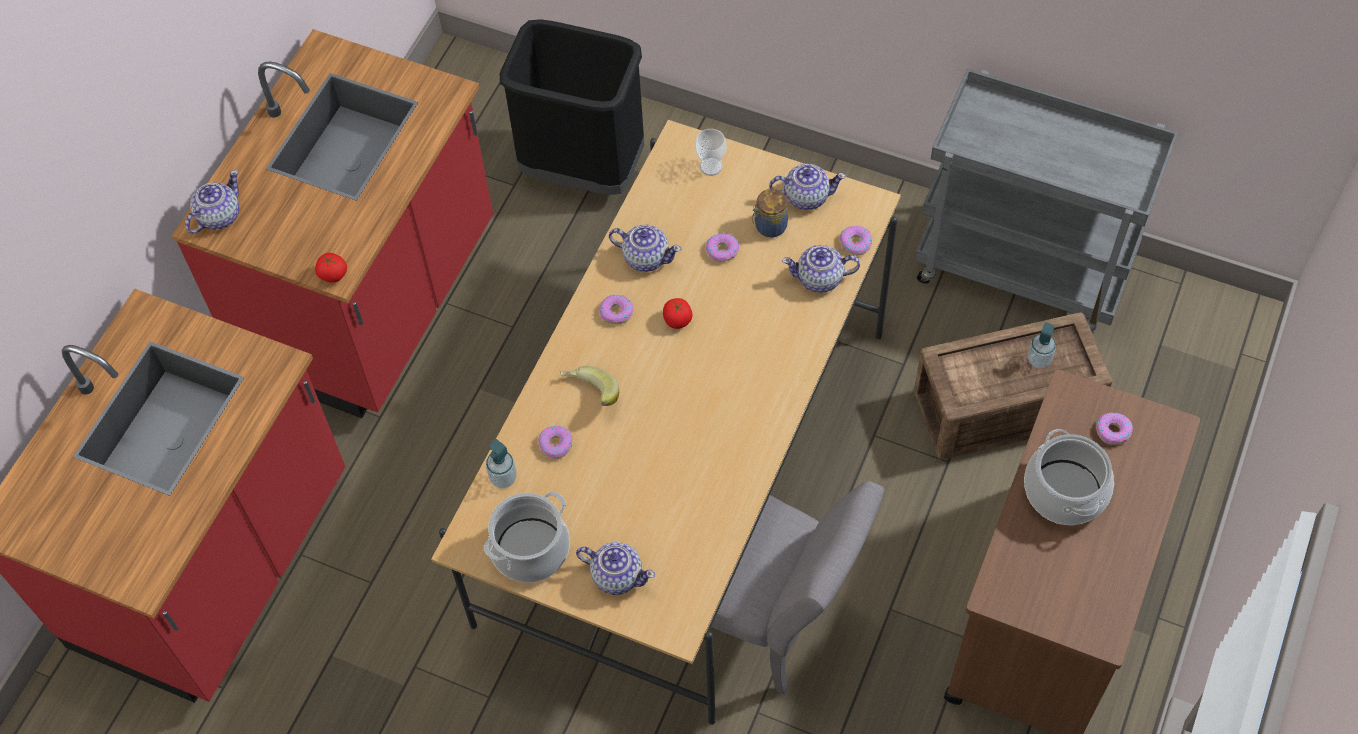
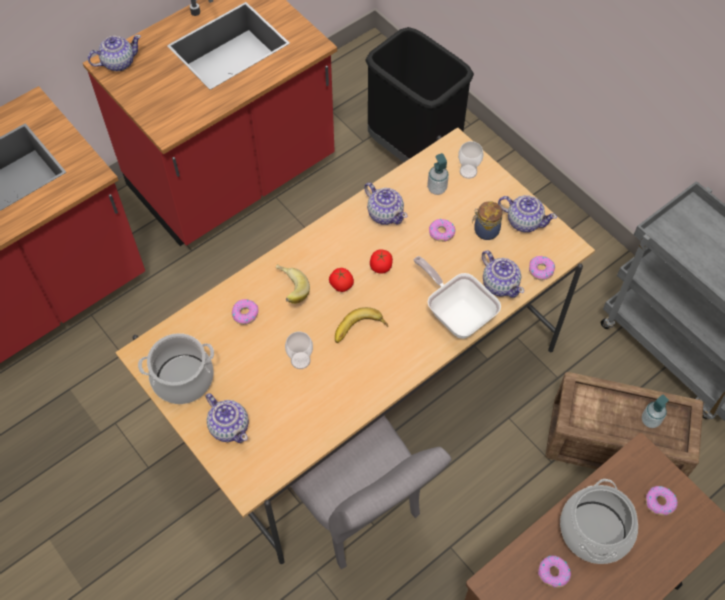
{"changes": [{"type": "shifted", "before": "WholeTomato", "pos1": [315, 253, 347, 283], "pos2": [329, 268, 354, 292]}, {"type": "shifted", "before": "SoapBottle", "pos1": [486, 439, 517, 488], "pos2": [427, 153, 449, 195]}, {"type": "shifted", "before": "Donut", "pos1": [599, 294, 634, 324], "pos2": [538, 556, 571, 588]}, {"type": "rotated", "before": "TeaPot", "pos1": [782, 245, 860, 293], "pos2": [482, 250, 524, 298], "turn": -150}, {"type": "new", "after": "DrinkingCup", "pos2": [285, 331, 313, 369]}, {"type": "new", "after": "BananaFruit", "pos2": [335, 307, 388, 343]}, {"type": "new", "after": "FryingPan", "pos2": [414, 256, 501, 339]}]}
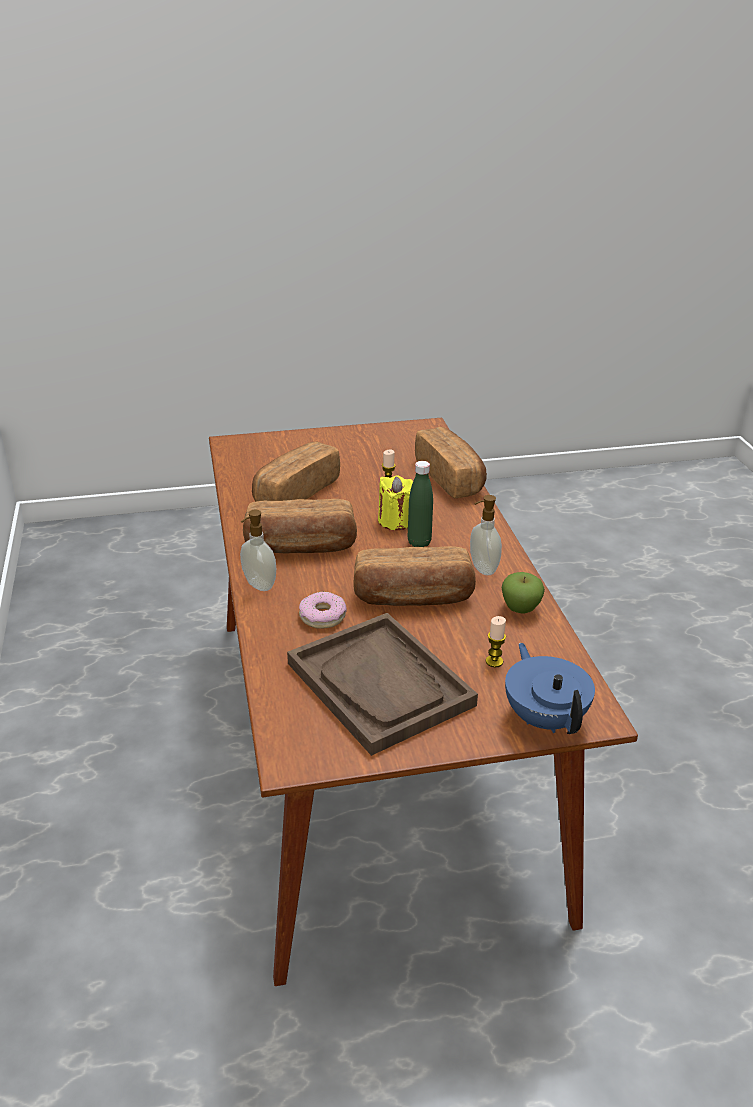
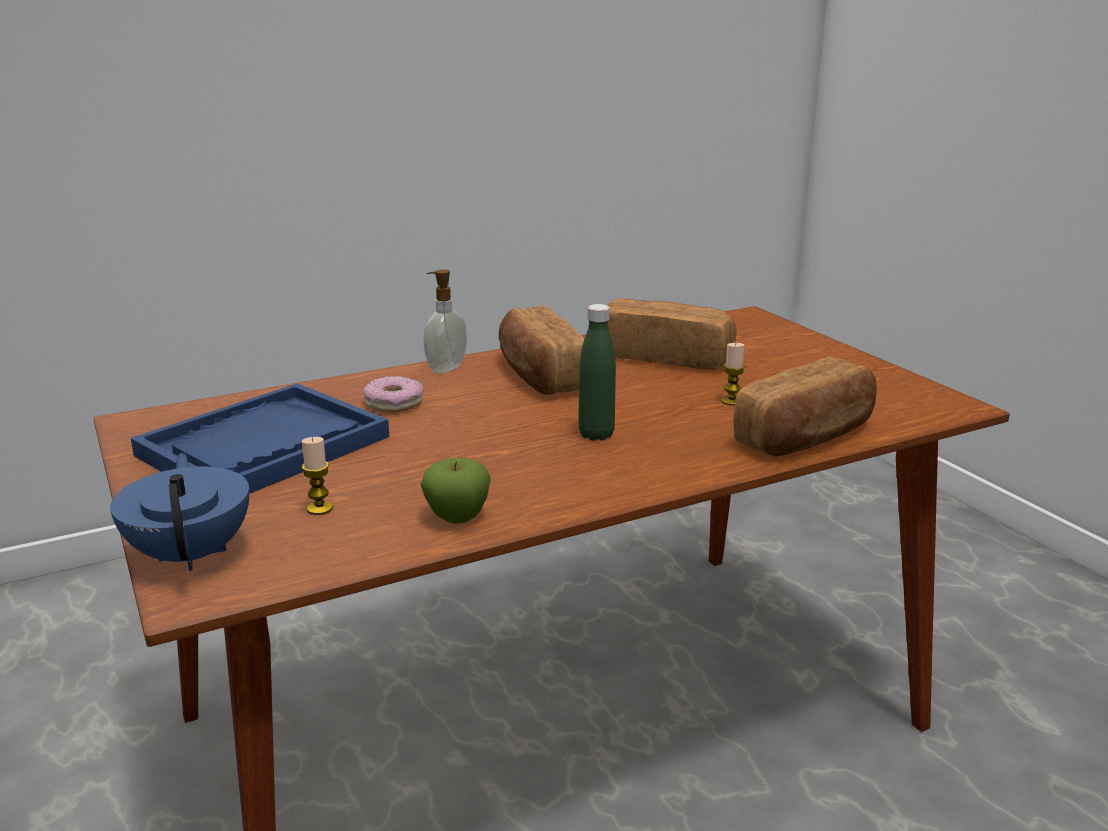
{"changes": [{"type": "repainted", "before": "BrownColouredTray", "after": "BlueTray", "pos1": [287, 613, 478, 756], "pos2": [131, 383, 389, 494]}, {"type": "gone", "before": "Bread", "pos1": [353, 546, 476, 606]}, {"type": "gone", "before": "YellowishWaxCandle", "pos1": [378, 475, 413, 530]}, {"type": "gone", "before": "SoapBottle", "pos1": [470, 495, 502, 575]}, {"type": "rotated", "before": "BlueTeaPot", "pos1": [505, 643, 595, 734], "pos2": [110, 453, 249, 571], "turn": -75}]}
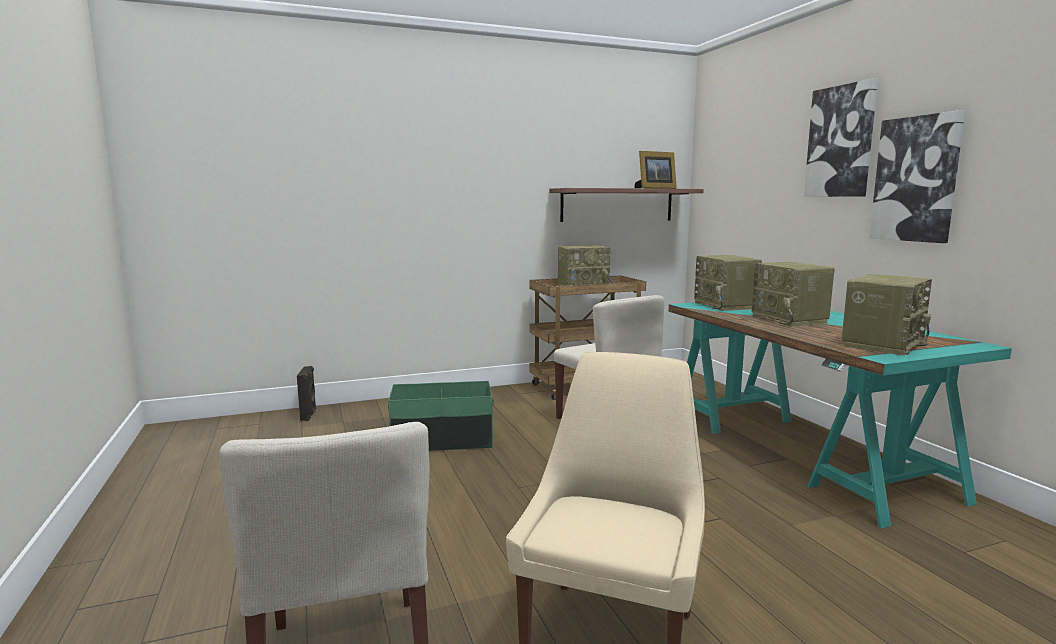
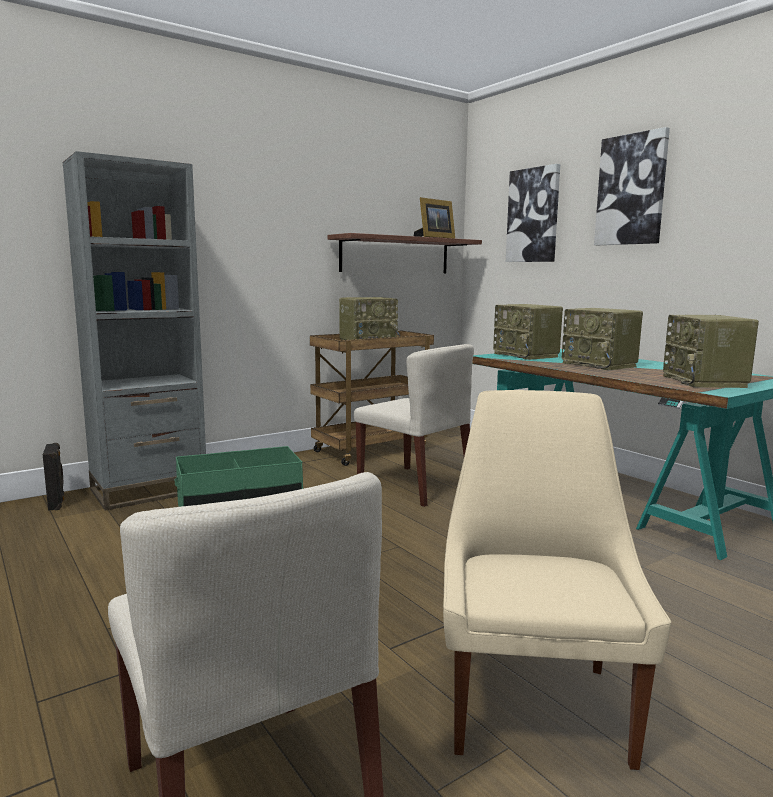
{"changes": [{"type": "rotated", "before": "RadioSet", "pos1": [842, 274, 932, 356], "pos2": [663, 315, 759, 388], "turn": 150}, {"type": "shifted", "before": "Picture", "pos1": [869, 110, 965, 243], "pos2": [506, 164, 560, 262]}, {"type": "new", "after": "GreyBookcase", "pos2": [63, 151, 206, 511]}]}
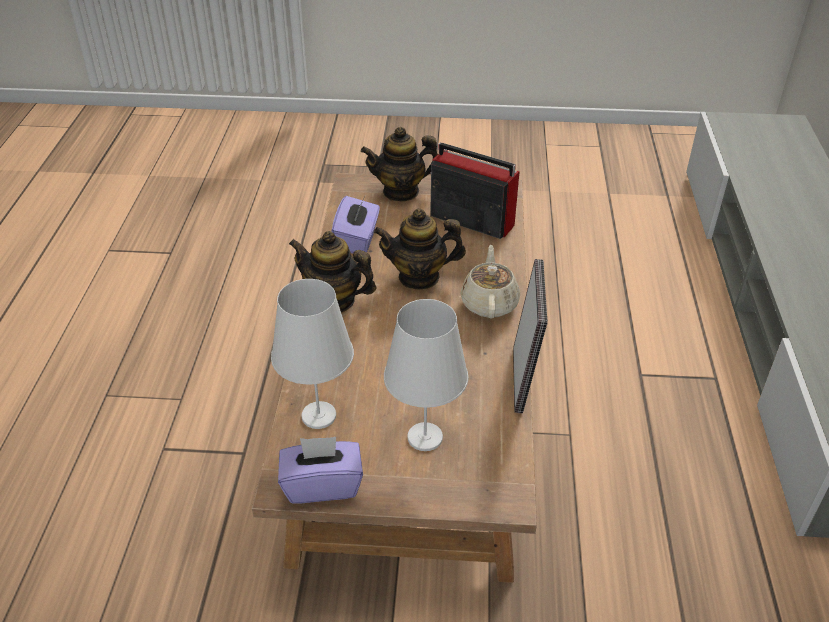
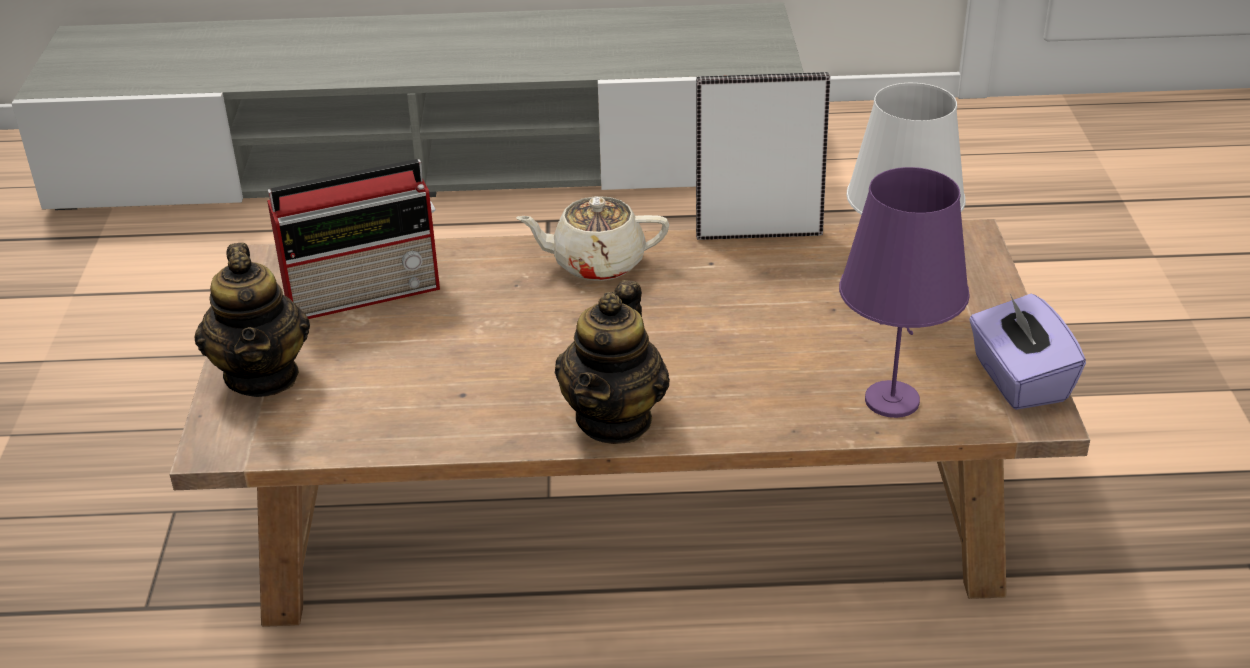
{"changes": [{"type": "repainted", "before": "WhiteTabletopLamp", "after": "PurpleTabletopLamp", "pos1": [271, 279, 354, 429], "pos2": [839, 167, 970, 418]}, {"type": "gone", "before": "PurpleBoxOfTissues", "pos1": [332, 196, 380, 253]}, {"type": "gone", "before": "TeaPot", "pos1": [374, 209, 466, 290]}, {"type": "rotated", "before": "RadioSet", "pos1": [430, 142, 519, 239], "pos2": [267, 159, 440, 319], "turn": -135}]}
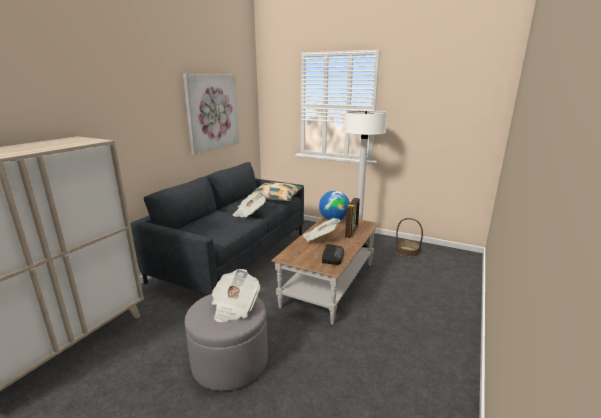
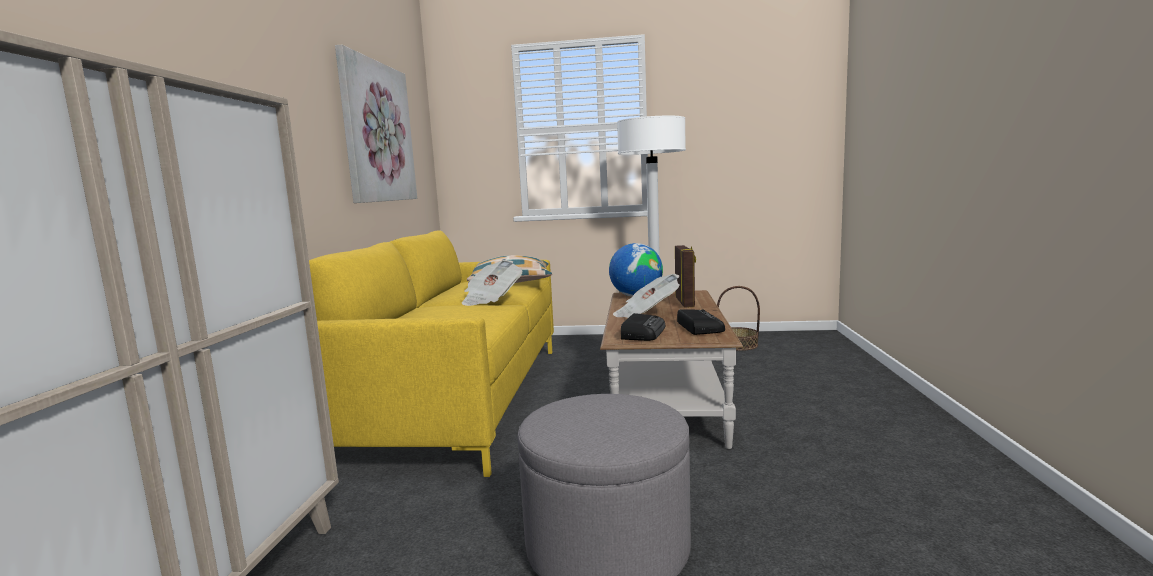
{"changes": [{"type": "repainted", "before": "GreyCouch", "after": "YellowishCouch", "pos1": [130, 162, 304, 295], "pos2": [309, 231, 554, 477]}, {"type": "gone", "before": "DailyPaper", "pos1": [211, 269, 260, 322]}, {"type": "new", "after": "RadioSet", "pos2": [621, 313, 665, 341]}]}
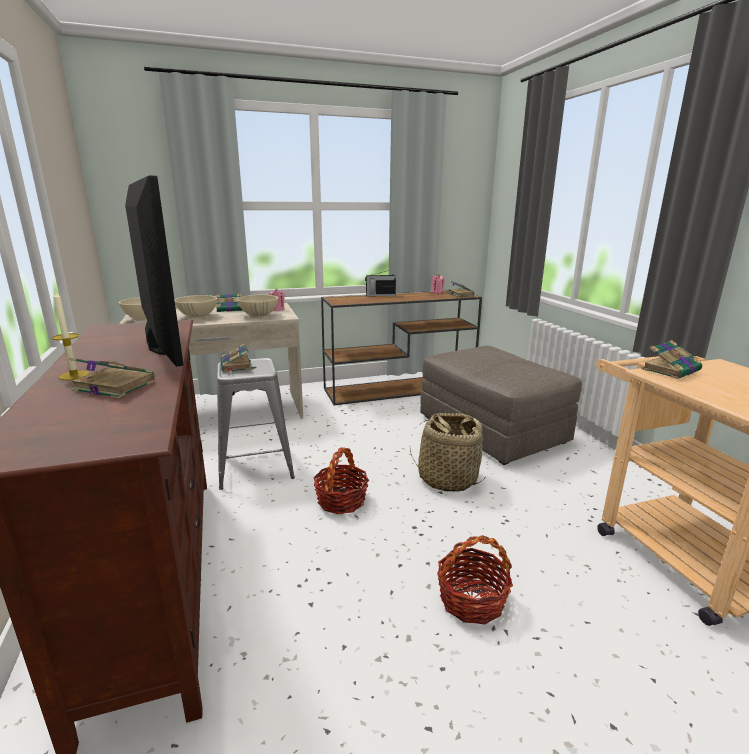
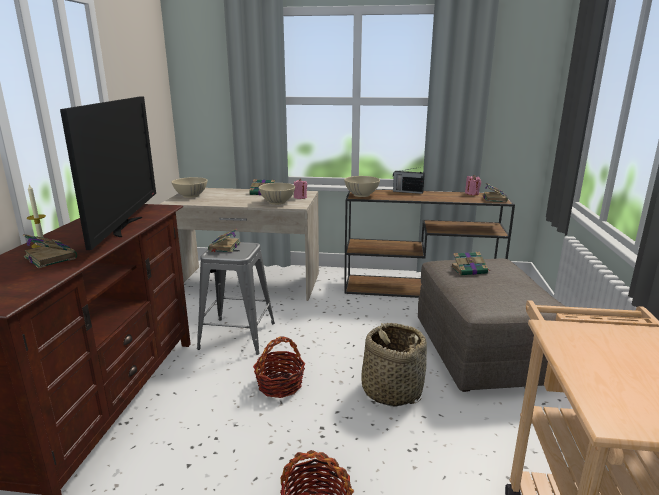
{"changes": [{"type": "shifted", "before": "BeigeColouredServingBowl", "pos1": [174, 295, 217, 319], "pos2": [344, 176, 380, 197]}, {"type": "shifted", "before": "Book", "pos1": [641, 340, 702, 379], "pos2": [451, 252, 491, 276]}]}
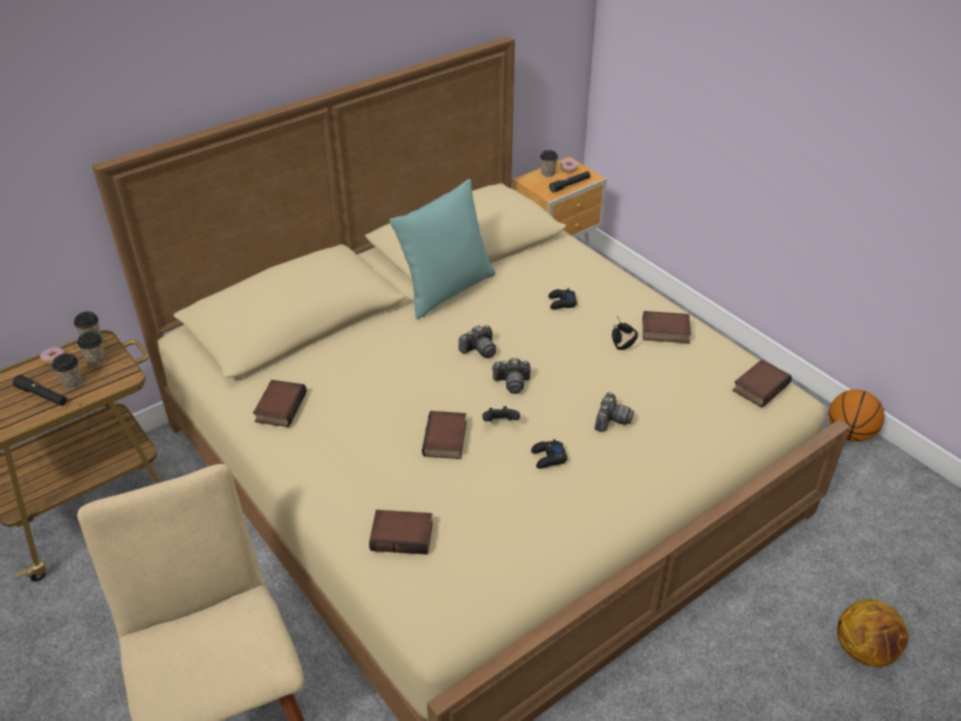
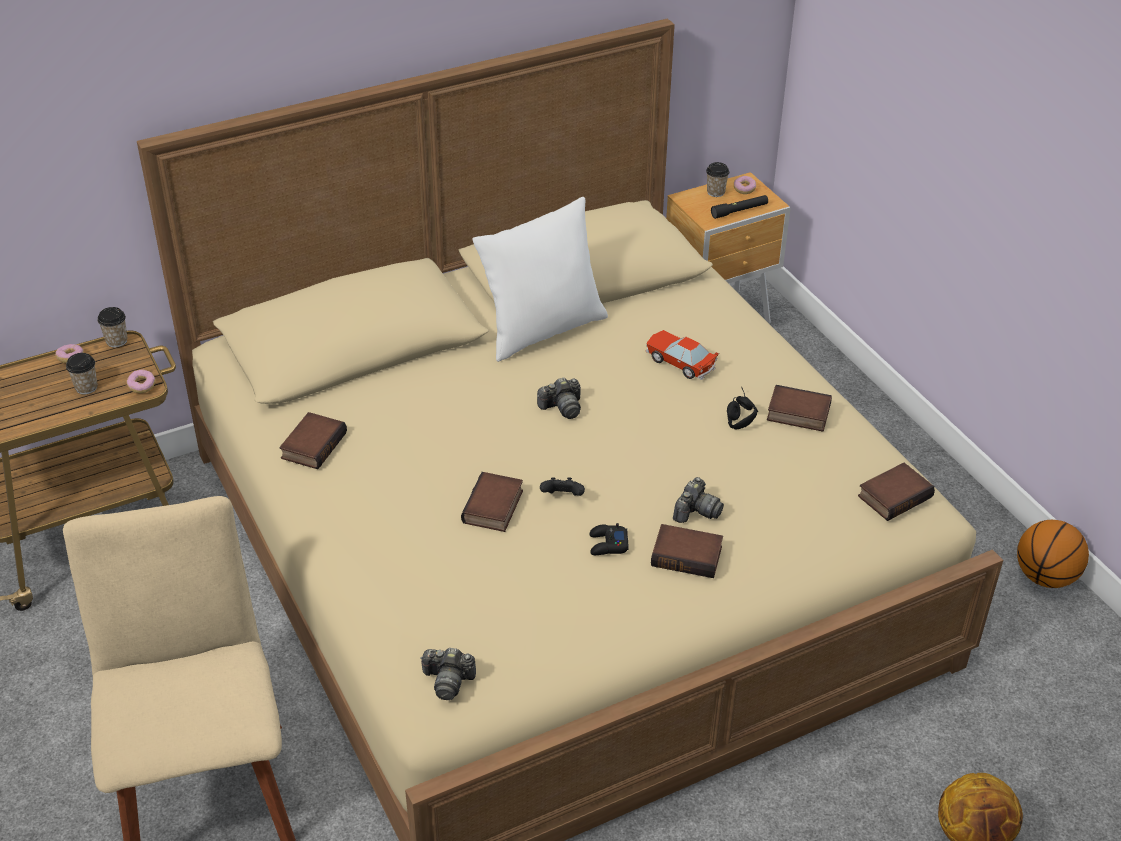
{"changes": [{"type": "gone", "before": "BlackishTorch", "pos1": [13, 375, 67, 406]}, {"type": "gone", "before": "DrinkingCup", "pos1": [77, 331, 106, 366]}, {"type": "shifted", "before": "Book", "pos1": [369, 510, 433, 554], "pos2": [651, 524, 723, 578]}, {"type": "repainted", "before": "BlueGreenPillow", "after": "WhitePillow", "pos1": [390, 179, 496, 320], "pos2": [473, 197, 608, 362]}, {"type": "shifted", "before": "PhotoCamera", "pos1": [491, 358, 531, 394], "pos2": [420, 648, 476, 700]}, {"type": "swapped", "before": "BlackishJoypad", "after": "ModelCar", "pos1": [548, 288, 577, 309], "pos2": [646, 330, 719, 380]}, {"type": "new", "after": "Donut", "pos2": [127, 370, 156, 393]}]}
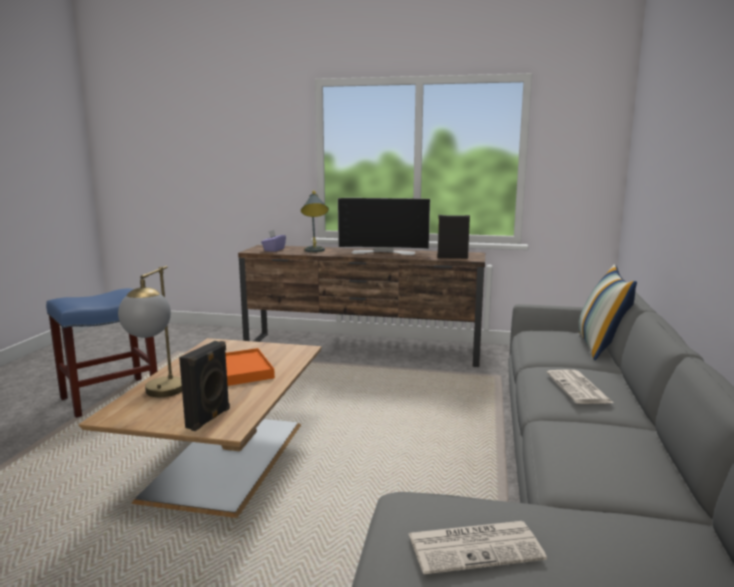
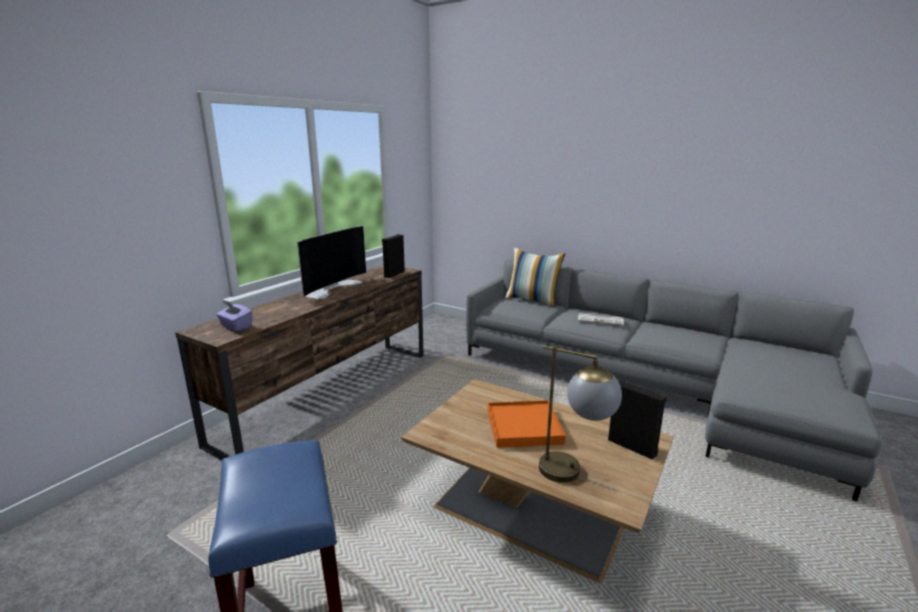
{"changes": [{"type": "gone", "before": "GreyTabletopLamp", "pos1": [301, 191, 329, 252]}, {"type": "gone", "before": "DailyPaper", "pos1": [409, 521, 547, 574]}]}
